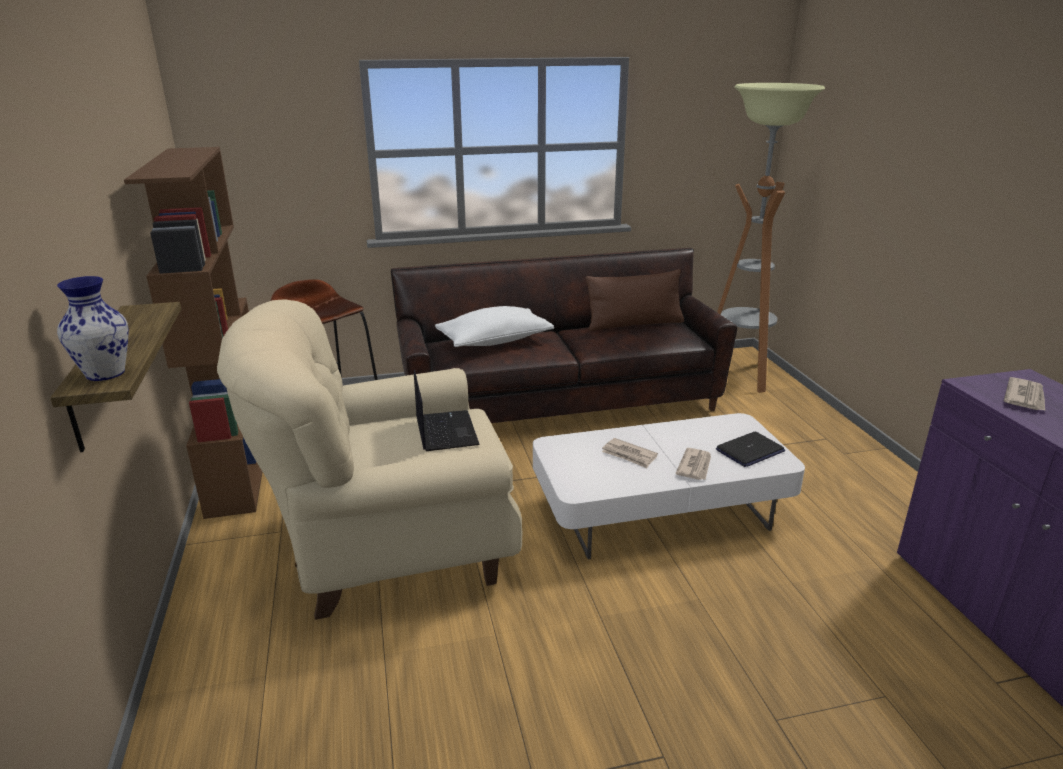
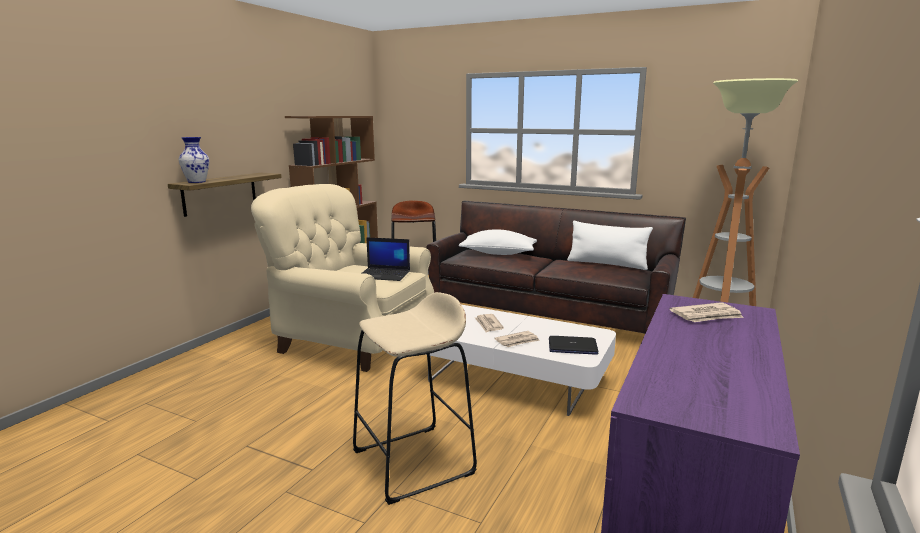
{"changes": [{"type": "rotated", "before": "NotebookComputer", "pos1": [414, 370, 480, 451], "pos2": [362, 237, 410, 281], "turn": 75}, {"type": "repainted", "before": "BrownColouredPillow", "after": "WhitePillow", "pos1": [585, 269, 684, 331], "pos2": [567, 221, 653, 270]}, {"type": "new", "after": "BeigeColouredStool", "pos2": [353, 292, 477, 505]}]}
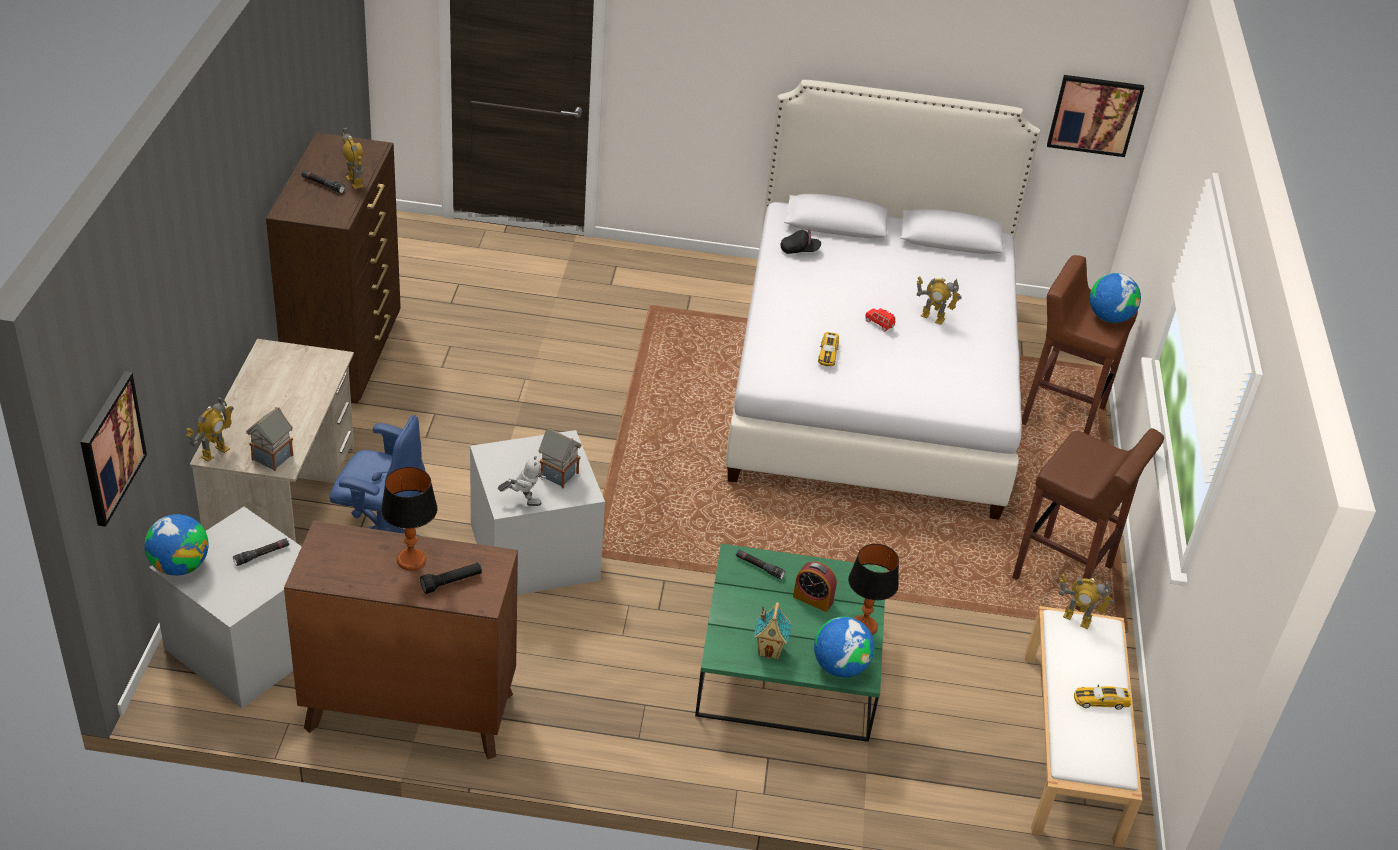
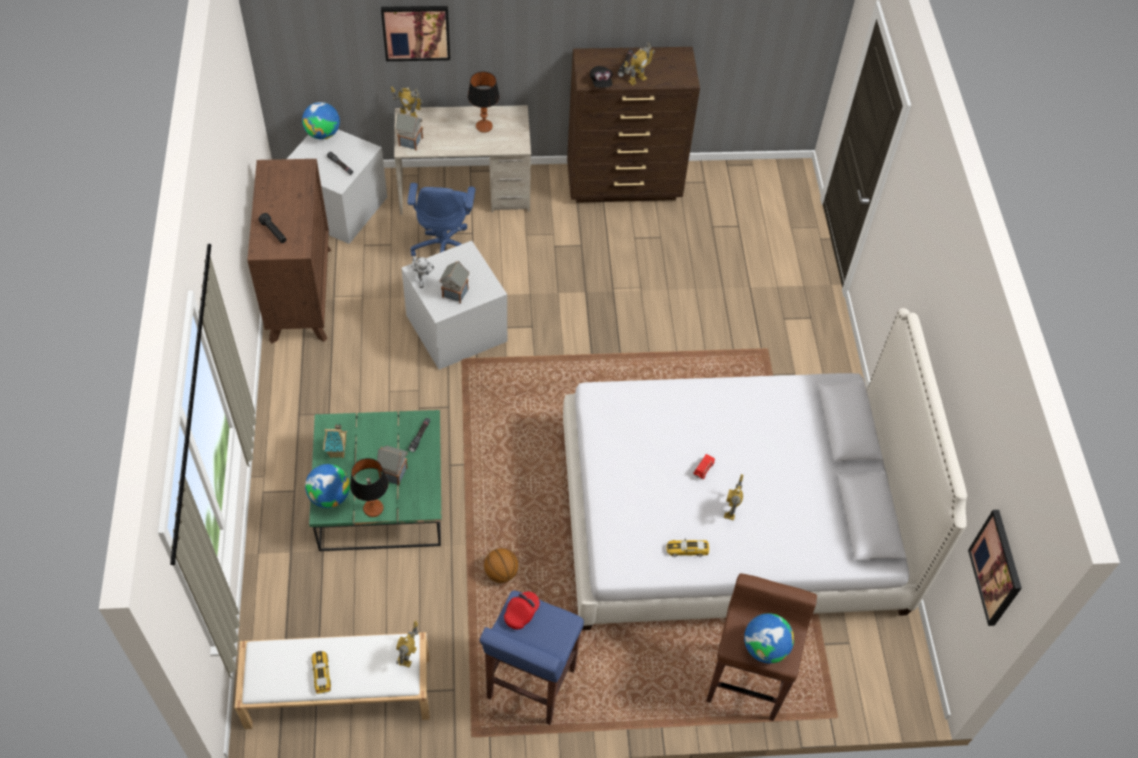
{"changes": [{"type": "shifted", "before": "Picture", "pos1": [80, 371, 147, 527], "pos2": [381, 6, 450, 61]}, {"type": "shifted", "before": "TabletopLamp", "pos1": [381, 467, 438, 570], "pos2": [468, 72, 500, 133]}, {"type": "shifted", "before": "BlackishPeakedCap", "pos1": [780, 228, 821, 254], "pos2": [590, 66, 613, 88]}, {"type": "swapped", "before": "TableClock", "after": "ToyHouse", "pos1": [793, 561, 837, 612], "pos2": [377, 446, 408, 485]}, {"type": "shifted", "before": "ModelCar", "pos1": [818, 332, 839, 366], "pos2": [666, 538, 709, 557]}, {"type": "repainted", "before": "BrownColouredStool", "after": "BlueStool", "pos1": [1012, 428, 1164, 611], "pos2": [480, 591, 584, 725]}, {"type": "new", "after": "BasketballBall", "pos2": [484, 548, 518, 583]}, {"type": "new", "after": "ReddishPeakedCap", "pos2": [504, 591, 540, 630]}]}
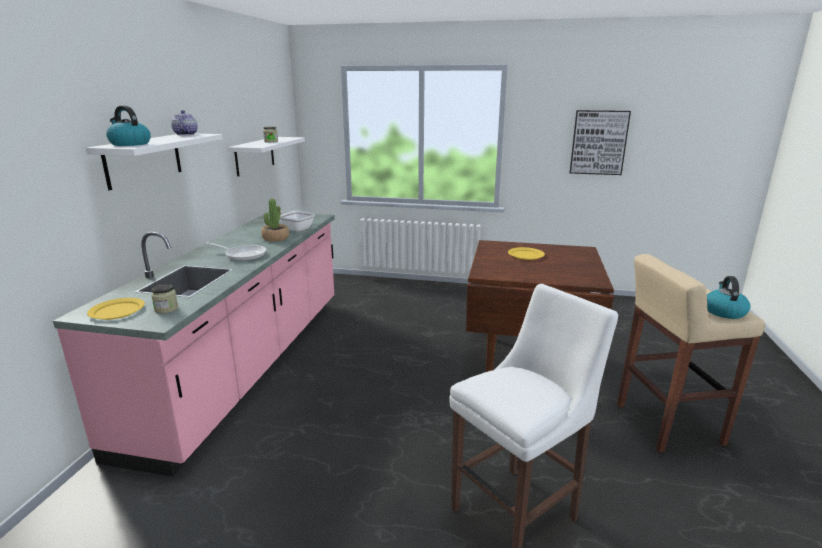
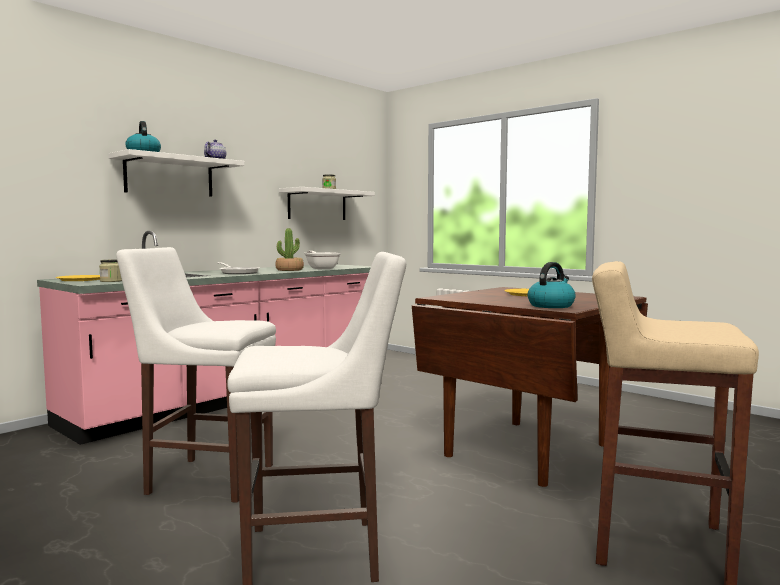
{"changes": [{"type": "gone", "before": "Picture", "pos1": [570, 110, 631, 175]}, {"type": "shifted", "before": "Kettle", "pos1": [707, 276, 750, 319], "pos2": [528, 262, 576, 308]}, {"type": "new", "after": "WhiteStool", "pos2": [116, 247, 276, 503]}]}
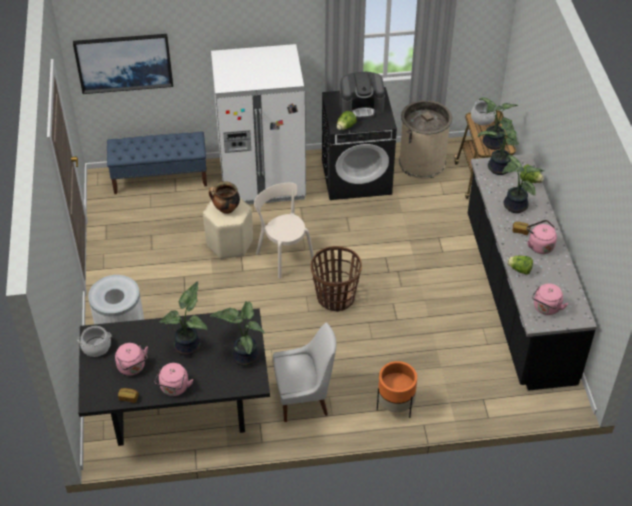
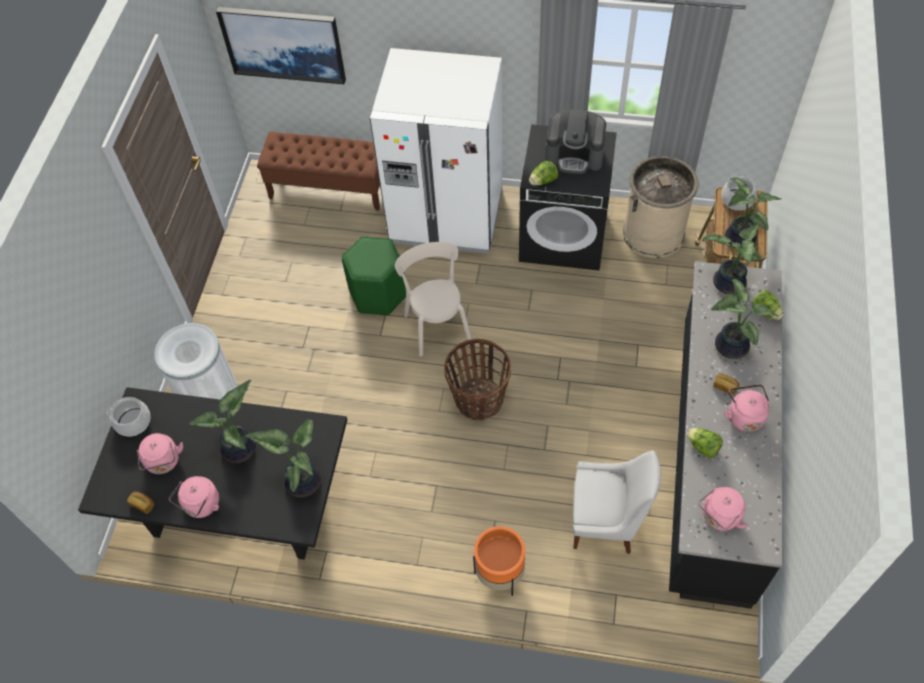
{"changes": [{"type": "repainted", "before": "BlueBench", "after": "BrownColouredBench", "pos1": [107, 132, 207, 194], "pos2": [257, 132, 380, 211]}, {"type": "repainted", "before": "BeigeColouredStool", "after": "GreenColouredStool", "pos1": [203, 198, 253, 259], "pos2": [342, 236, 406, 316]}, {"type": "gone", "before": "Saucepot", "pos1": [209, 181, 240, 214]}, {"type": "shifted", "before": "WhitePlainChair", "pos1": [273, 323, 336, 422], "pos2": [573, 450, 661, 554]}]}
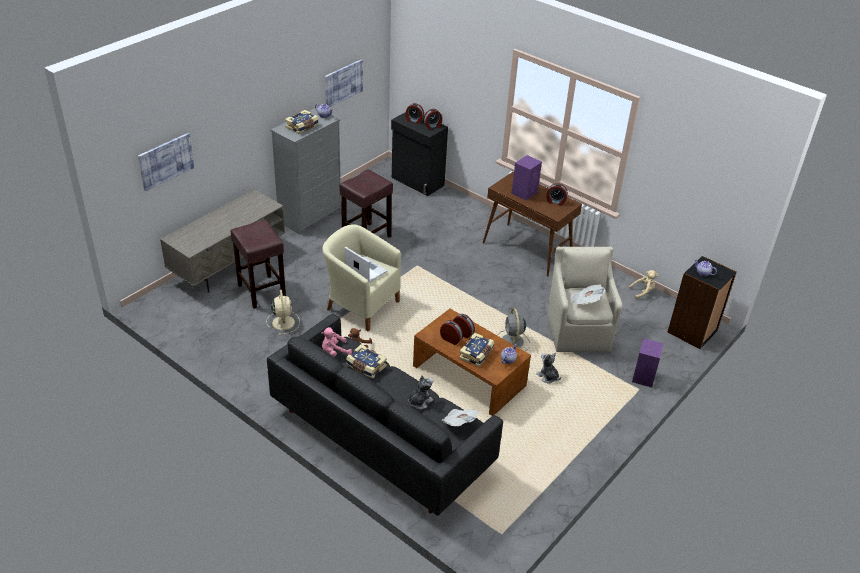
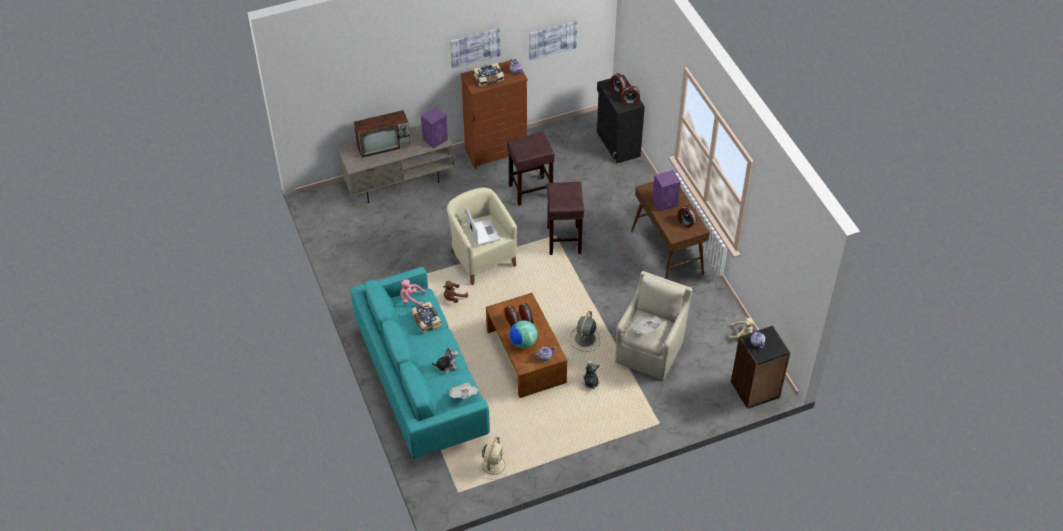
{"changes": [{"type": "shifted", "before": "Picture", "pos1": [138, 133, 194, 191], "pos2": [450, 28, 501, 69]}, {"type": "shifted", "before": "BrownColouredStool", "pos1": [230, 220, 286, 309], "pos2": [547, 182, 584, 255]}, {"type": "shifted", "before": "BeigeColouredFan", "pos1": [266, 290, 300, 335], "pos2": [478, 437, 510, 480]}, {"type": "repainted", "before": "BlackishCouch", "after": "BlueGreenCouch", "pos1": [267, 314, 503, 516], "pos2": [350, 267, 490, 459]}, {"type": "repainted", "before": "GreyChestOfDrawers", "after": "BrownColouredChestOfDrawers", "pos1": [270, 108, 341, 235], "pos2": [460, 59, 528, 169]}, {"type": "swapped", "before": "Book", "after": "DeskGlobe", "pos1": [459, 333, 494, 367], "pos2": [510, 320, 538, 349]}, {"type": "shifted", "before": "PurpleLoudspeaker", "pos1": [632, 338, 664, 388], "pos2": [421, 107, 448, 149]}, {"type": "new", "after": "TvSet", "pos2": [354, 110, 410, 158]}]}
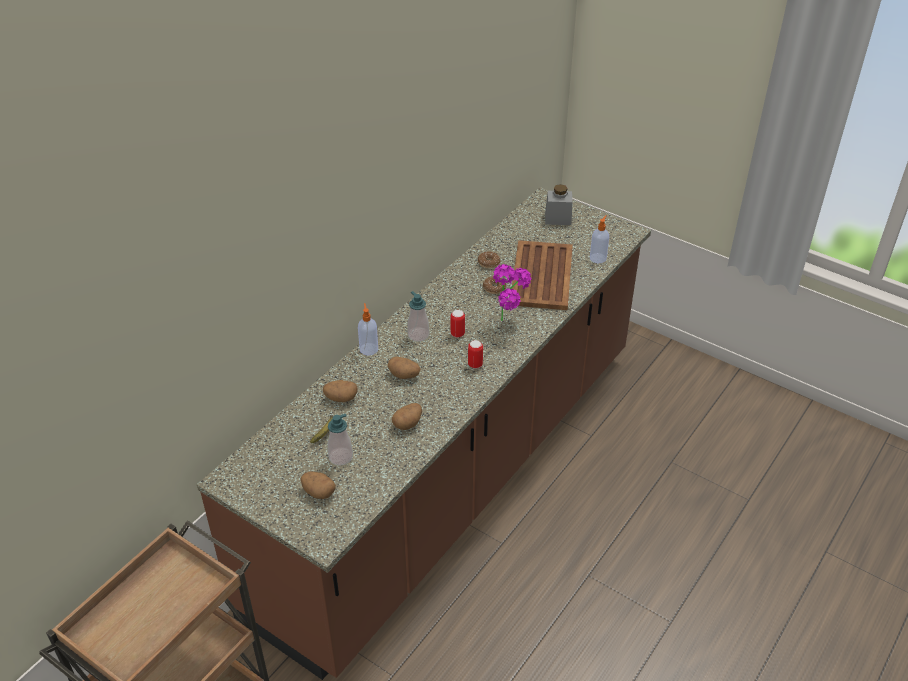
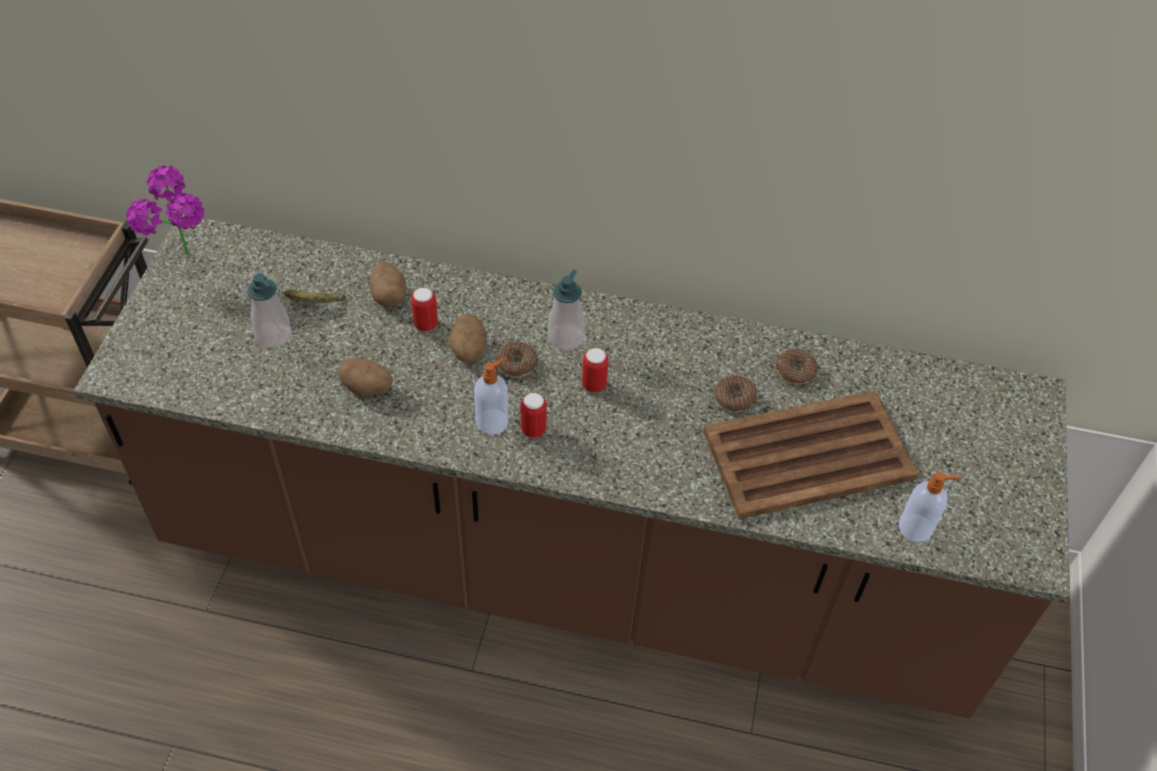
{"changes": [{"type": "gone", "before": "WholePotato", "pos1": [301, 472, 336, 499]}, {"type": "shifted", "before": "SoapBottle", "pos1": [358, 303, 378, 355], "pos2": [474, 357, 508, 435]}, {"type": "shifted", "before": "PottedPlant", "pos1": [493, 264, 532, 321], "pos2": [126, 165, 204, 255]}, {"type": "gone", "before": "GreyPreserveJar", "pos1": [545, 184, 572, 225]}, {"type": "new", "after": "SealedCan", "pos2": [411, 288, 438, 332]}, {"type": "new", "after": "Donut", "pos2": [496, 342, 538, 377]}]}
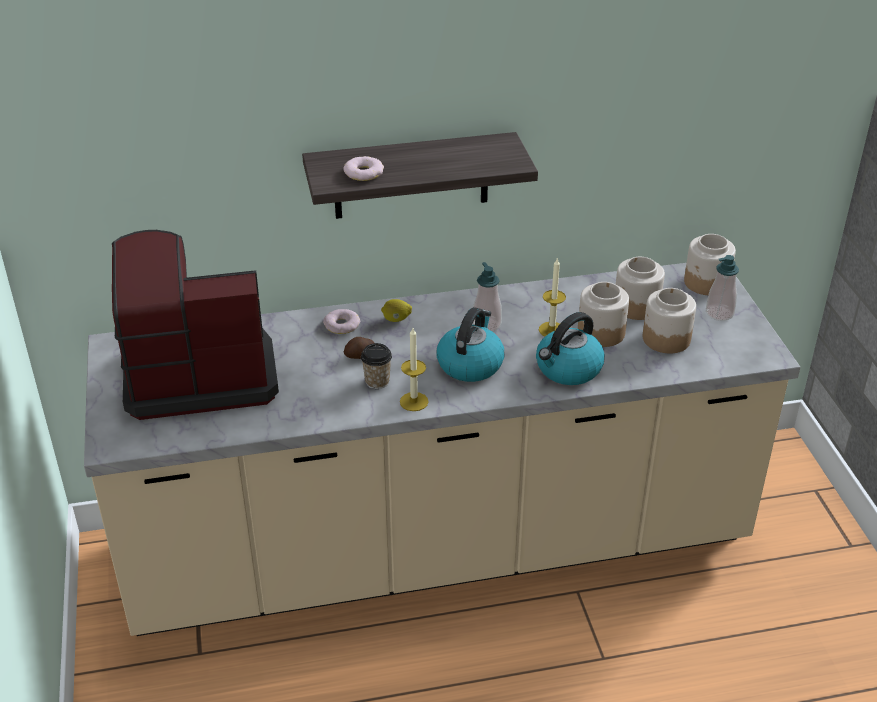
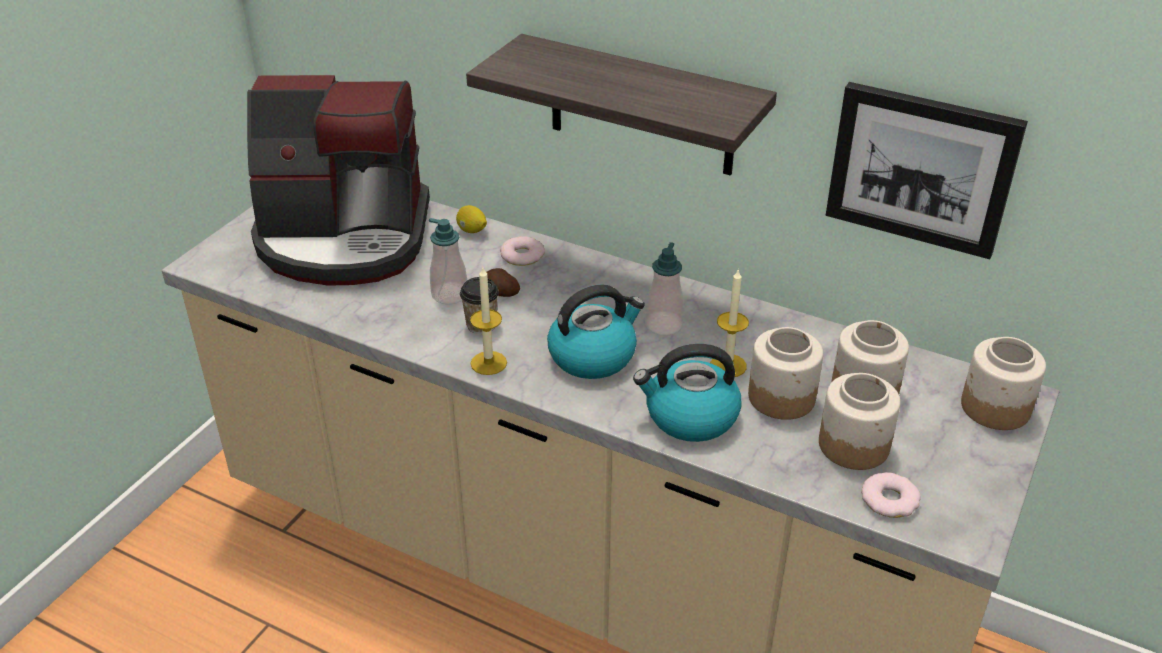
{"changes": [{"type": "rotated", "before": "CoffeeMaker", "pos1": [112, 230, 279, 420], "pos2": [247, 75, 430, 286], "turn": 150}, {"type": "shifted", "before": "Donut", "pos1": [343, 156, 384, 181], "pos2": [861, 472, 921, 518]}, {"type": "shifted", "before": "Lemon", "pos1": [381, 299, 412, 322], "pos2": [456, 205, 487, 233]}, {"type": "shifted", "before": "SoapBottle", "pos1": [706, 255, 739, 321], "pos2": [429, 218, 467, 305]}, {"type": "new", "after": "Picture", "pos2": [826, 82, 1028, 259]}]}
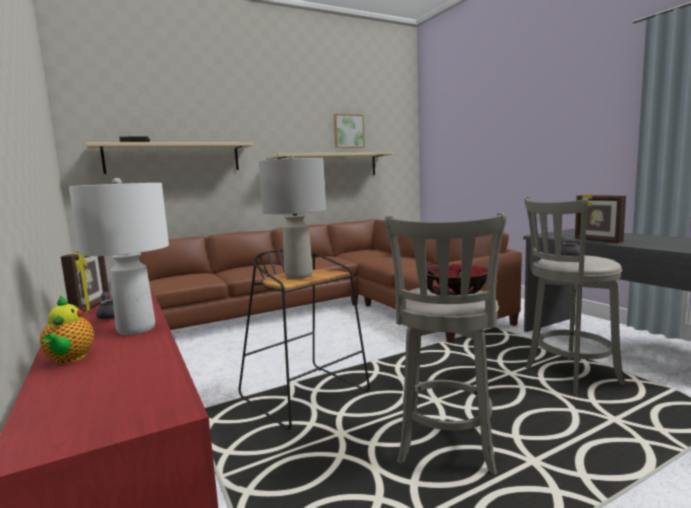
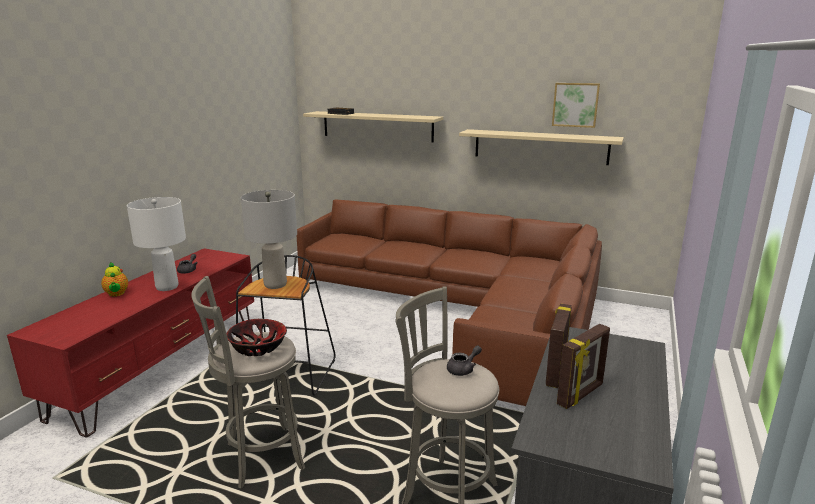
{"changes": [{"type": "rotated", "before": "TeaPot", "pos1": [40, 296, 94, 364], "pos2": [101, 262, 128, 297], "turn": -60}, {"type": "shifted", "before": "PhotoFrame", "pos1": [61, 252, 109, 313], "pos2": [557, 324, 610, 409]}]}
